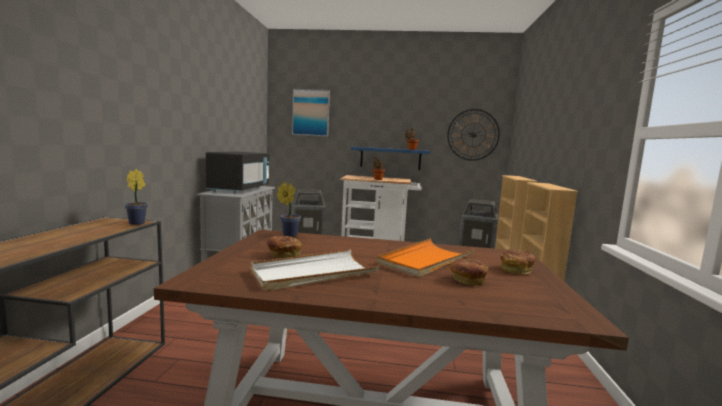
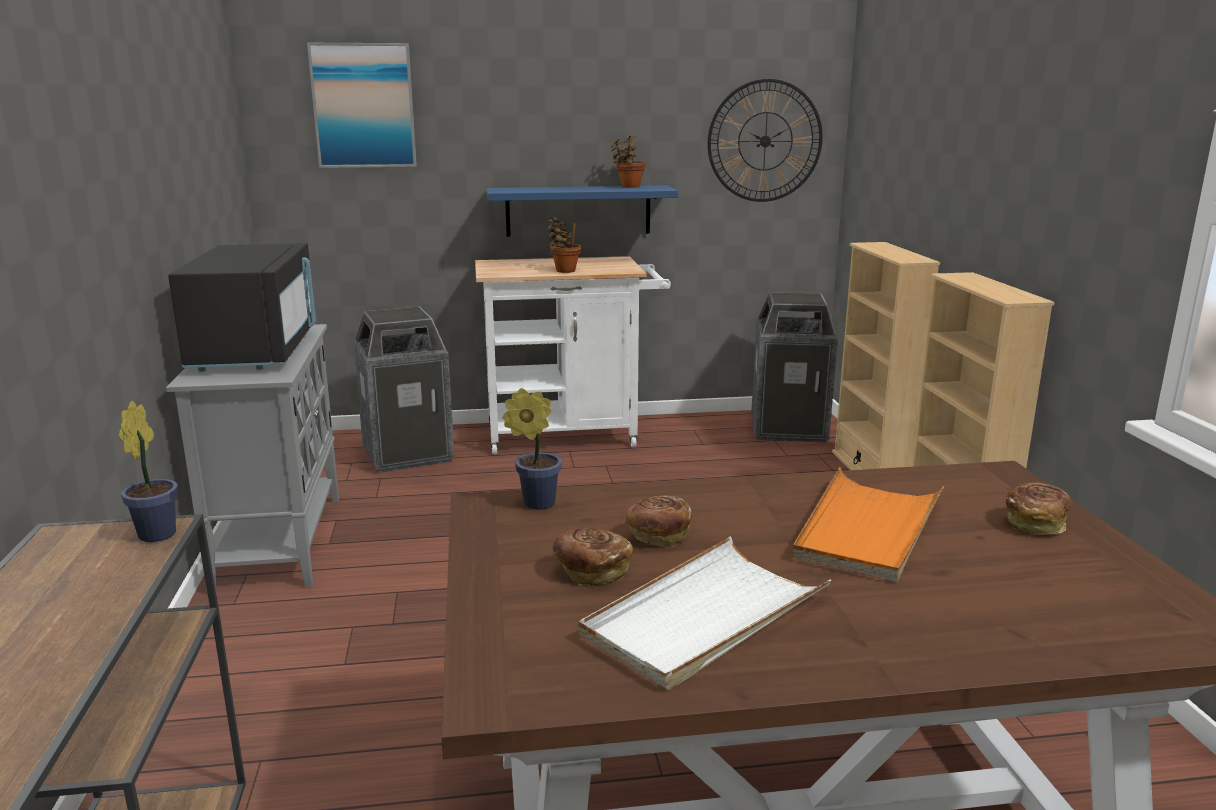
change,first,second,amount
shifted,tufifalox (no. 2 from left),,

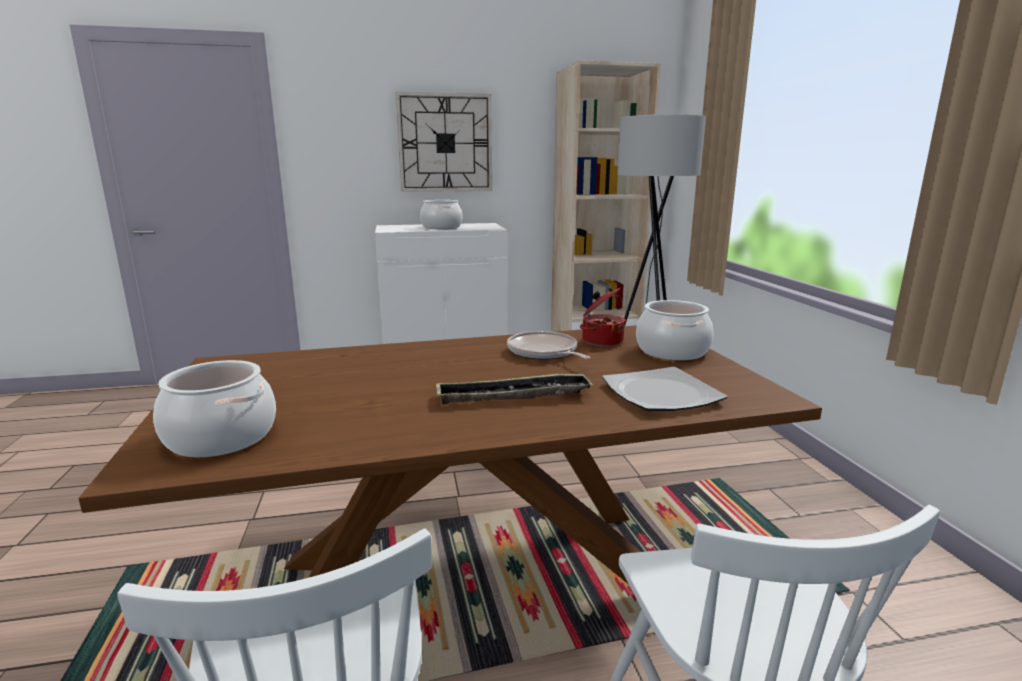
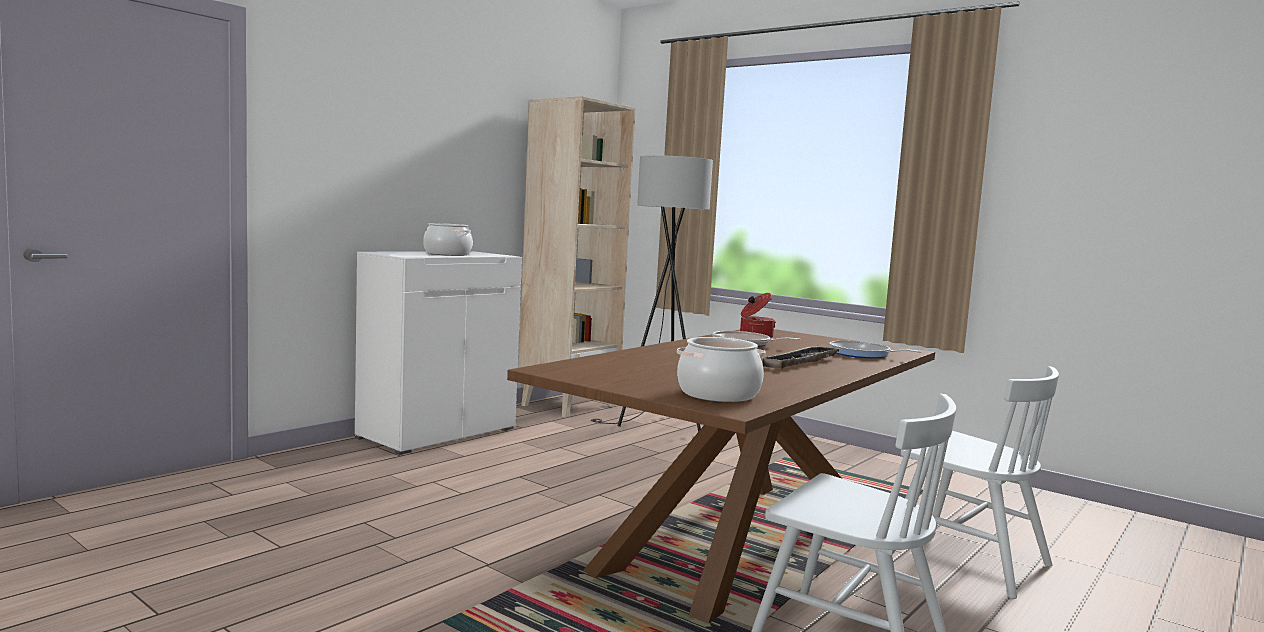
change,first,second,amount
gone,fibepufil,,
gone,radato (no. 4 from left),,
swapped,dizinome,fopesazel (no. 2 from left),

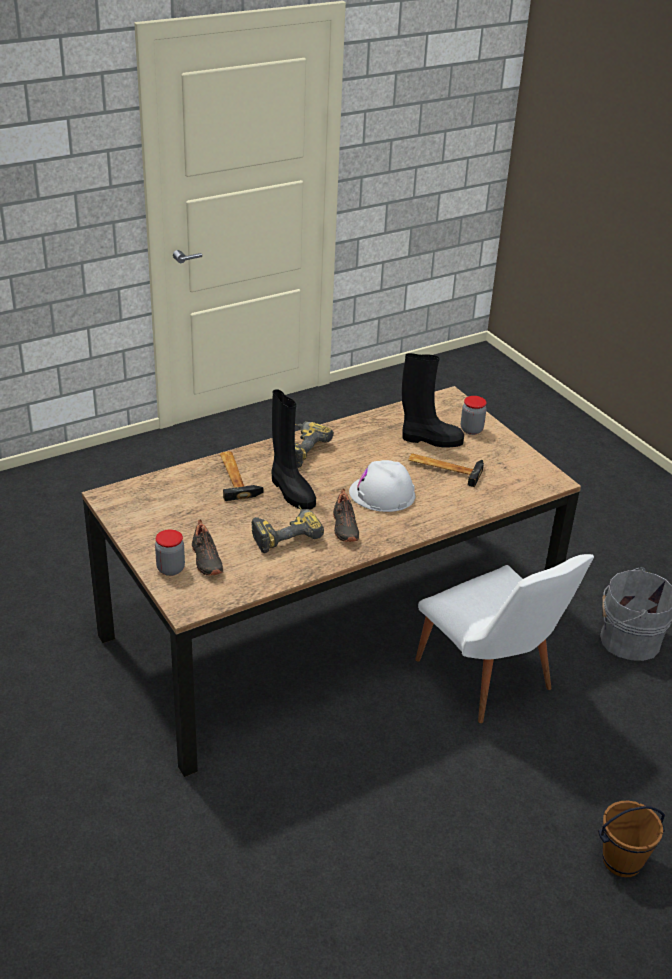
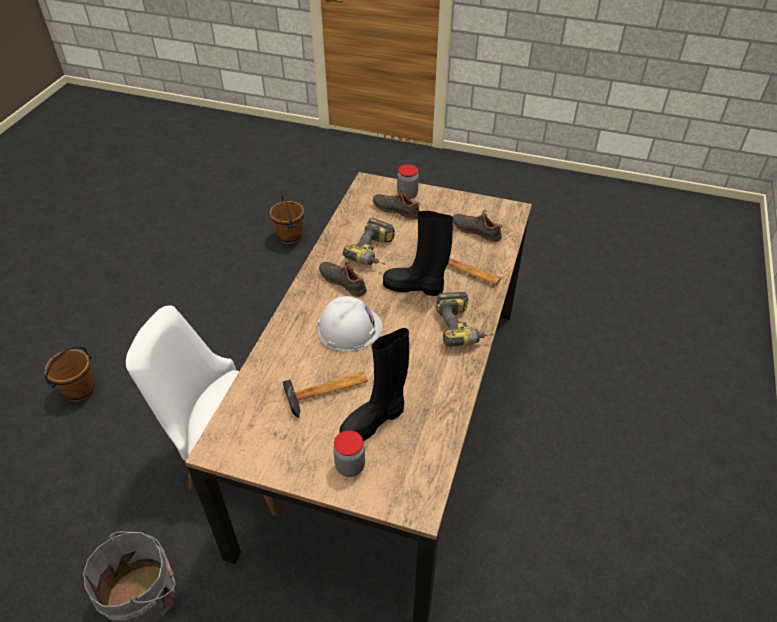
change,first,second,amount
new,,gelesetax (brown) (no. 2 from left),
new,,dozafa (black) (no. 3 from left),

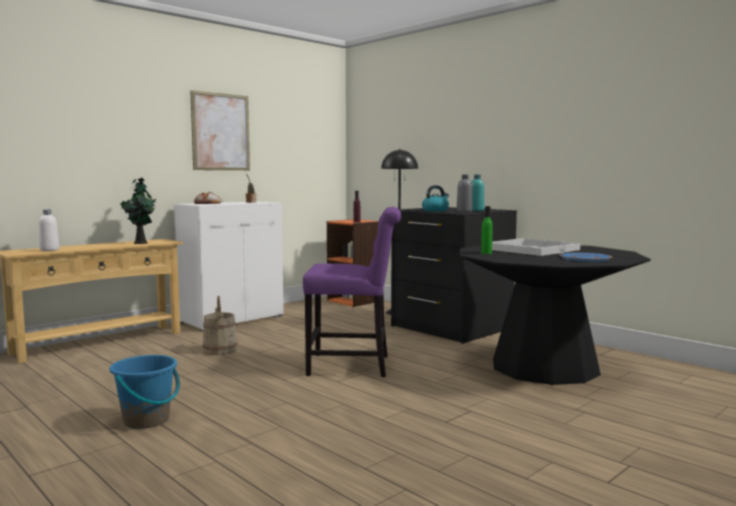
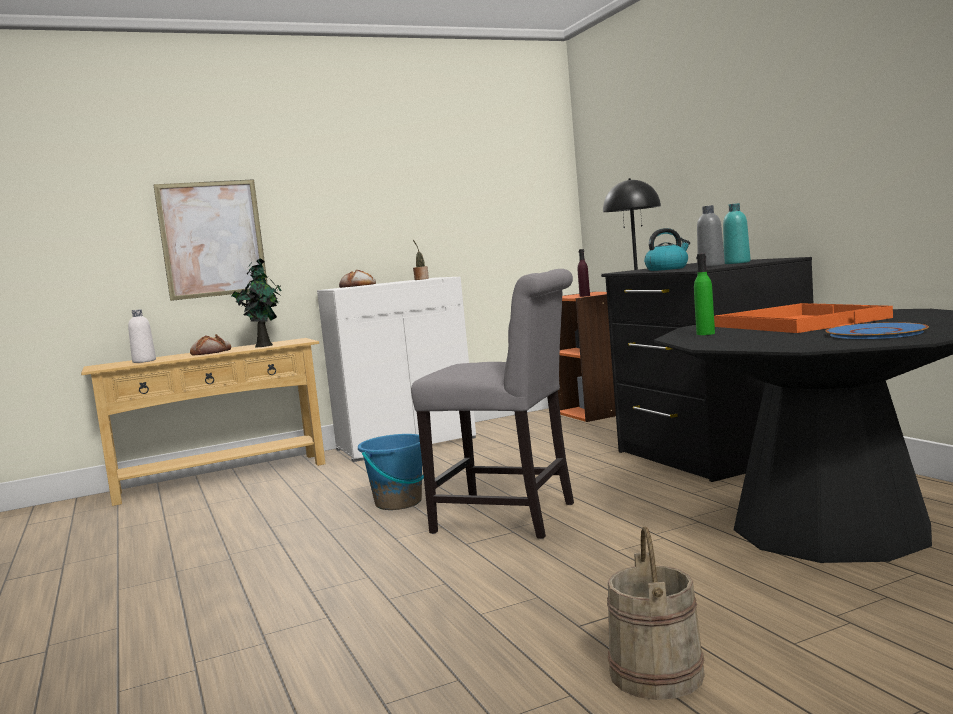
change,first,second,amount
new,,tufifalox (no. 1 from left),
shifted,gelesetax (blue),,
shifted,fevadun,,
shifted,gelesetax (beige),,
repainted,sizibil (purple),sizibil (grey),
repainted,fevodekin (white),fevodekin (orange),

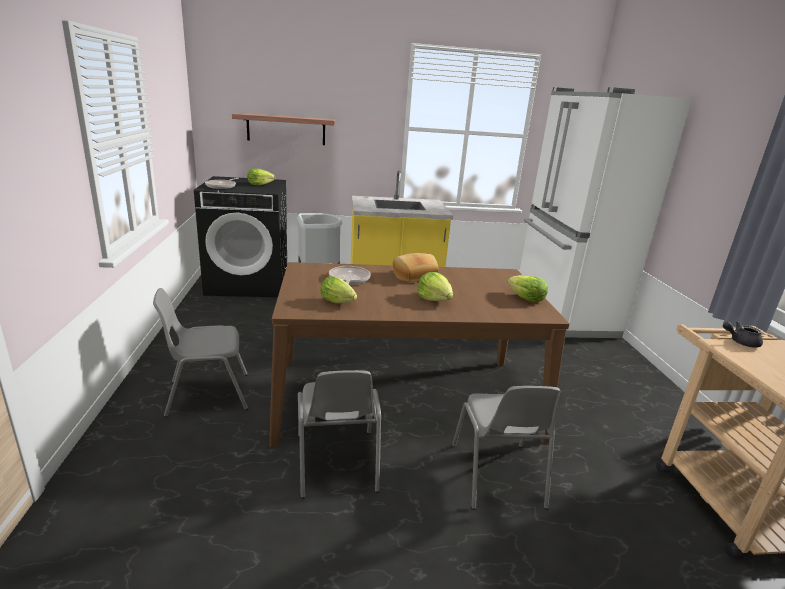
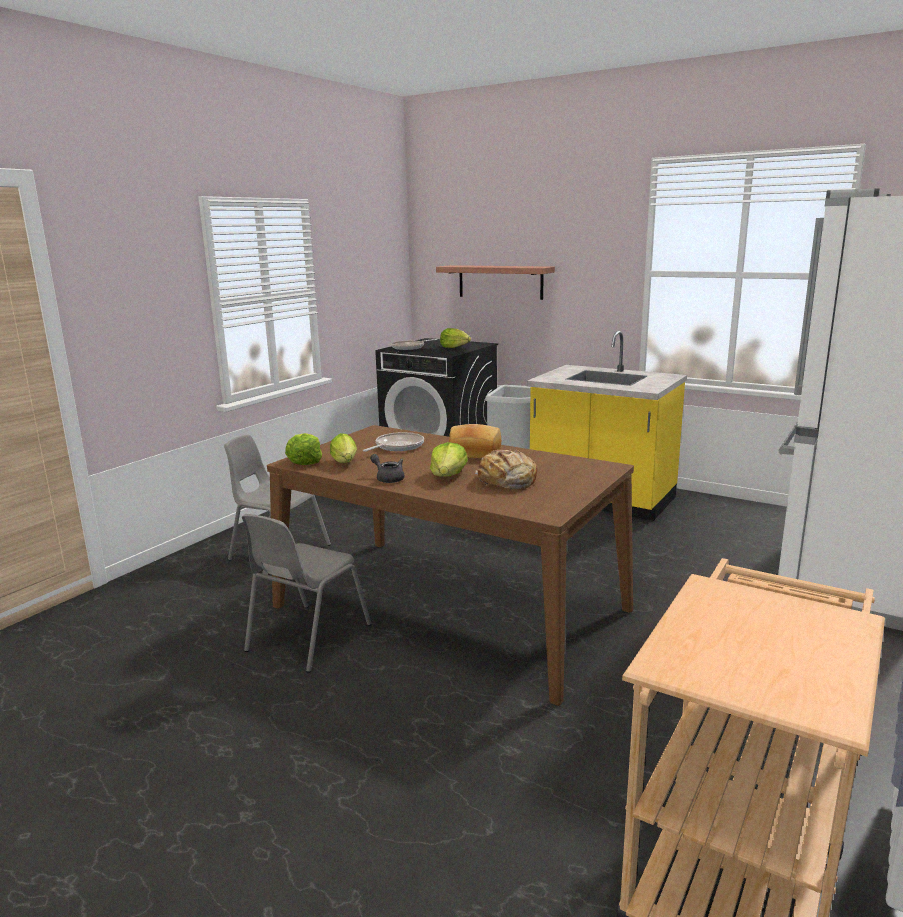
change,first,second,amount
gone,sizibil (grey) (no. 3 from left),,
new,,tufifalox (no. 2 from left),
shifted,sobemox (no. 4 from left in the first image),sobemox (no. 1 from left),
shifted,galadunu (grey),,

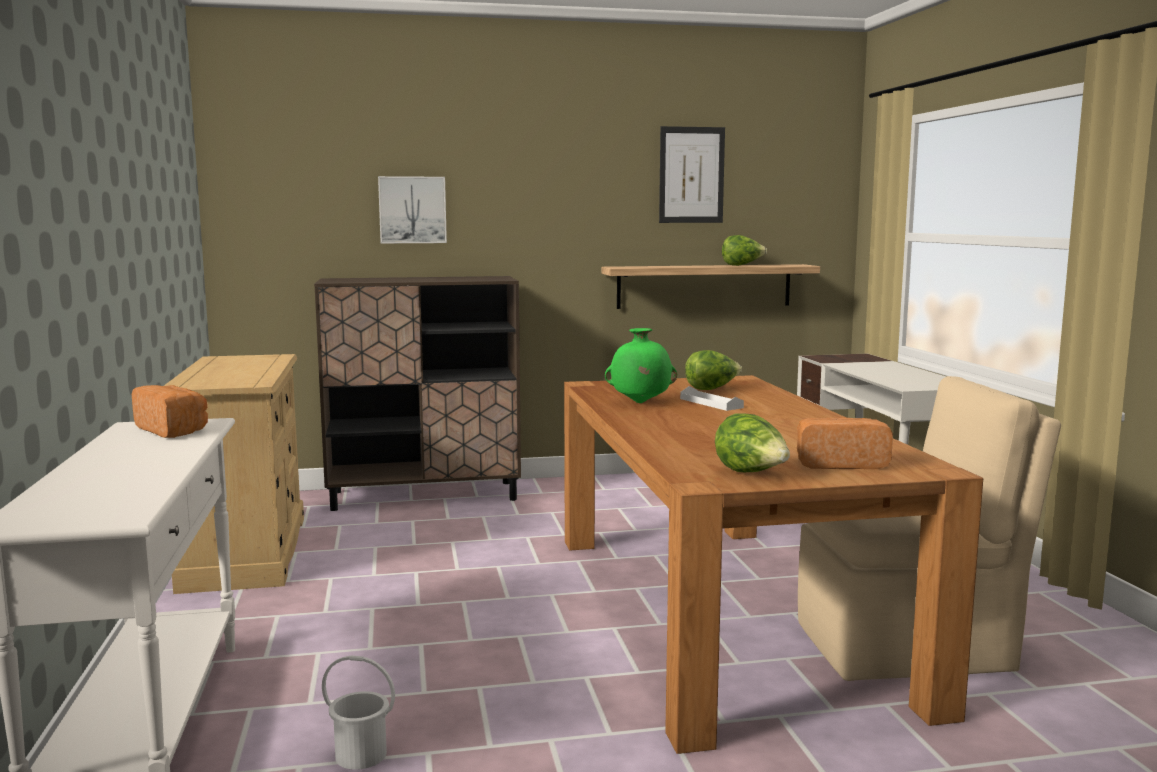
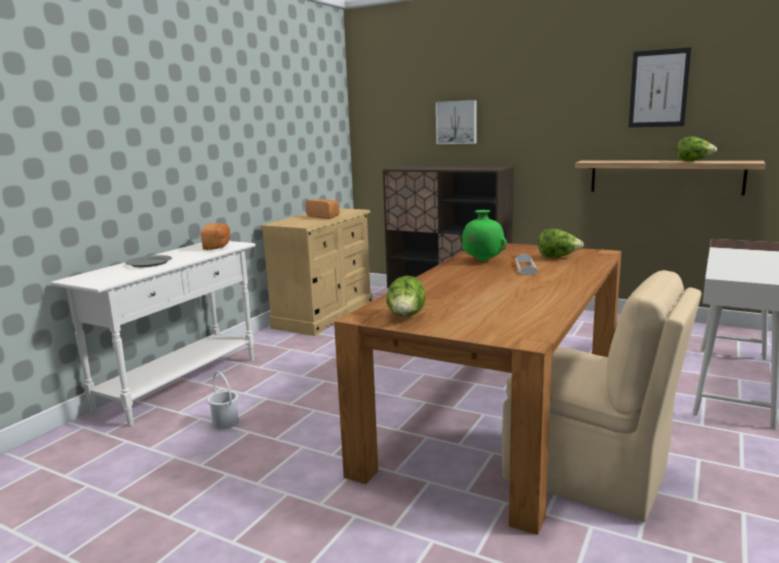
change,first,second,amount
new,,dizinome (grey),
shifted,tufifalox (no. 2 from left),,

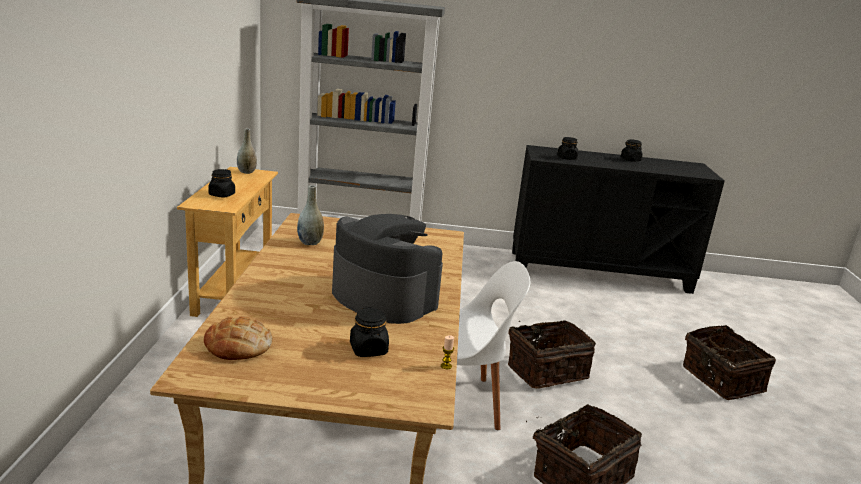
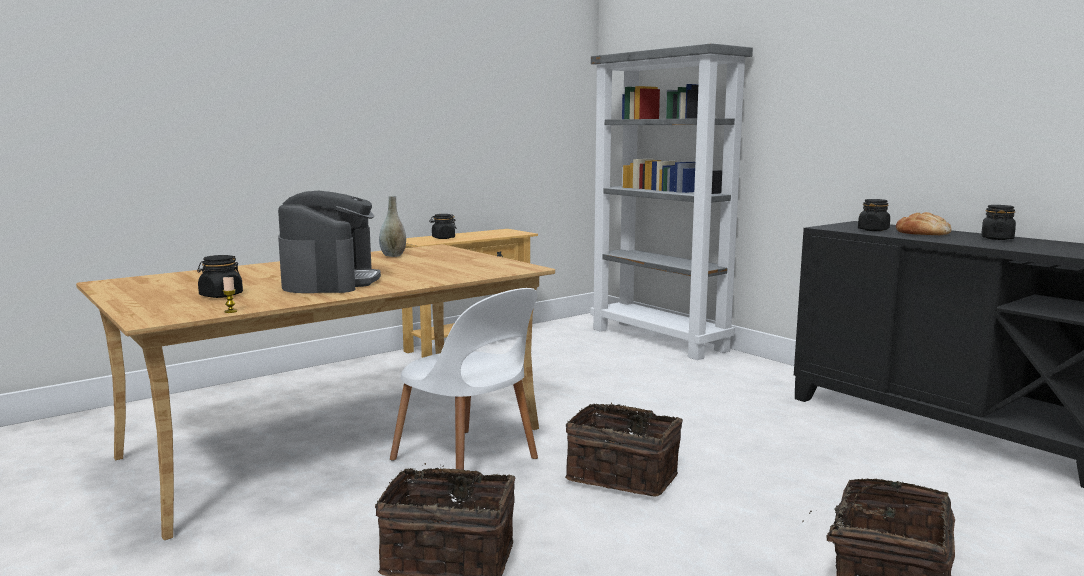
change,first,second,amount
gone,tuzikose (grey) (no. 1 from left),,
shifted,tufifalox,,

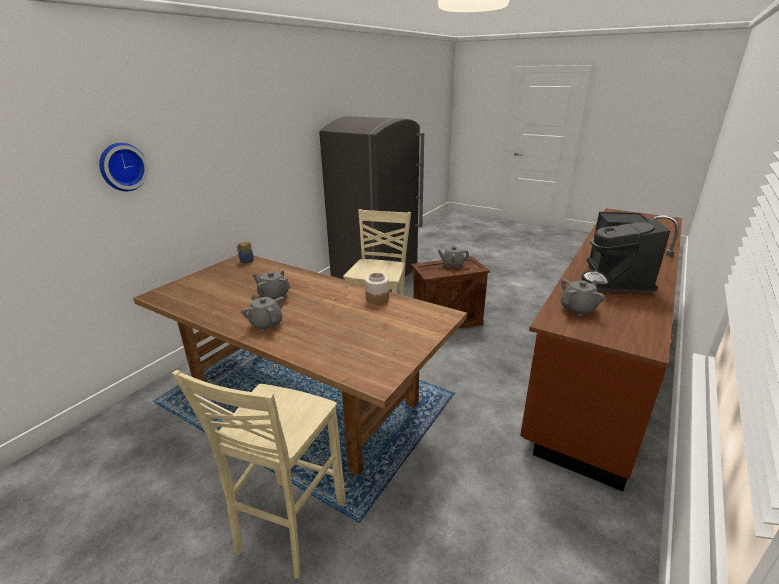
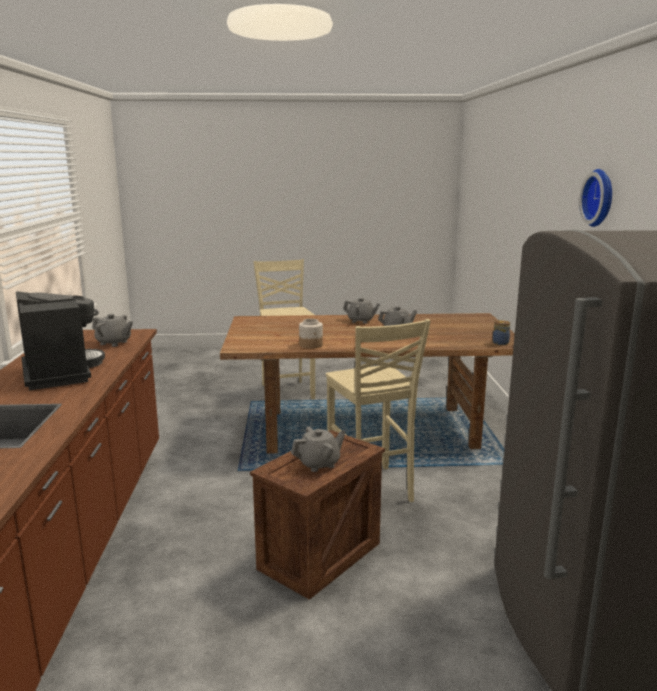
change,first,second,amount
shifted,fibepufil,,
rotated,galadunu (grey) (no. 4 from left in the first image),galadunu (grey) (no. 1 from left),90 degrees counterclockwise

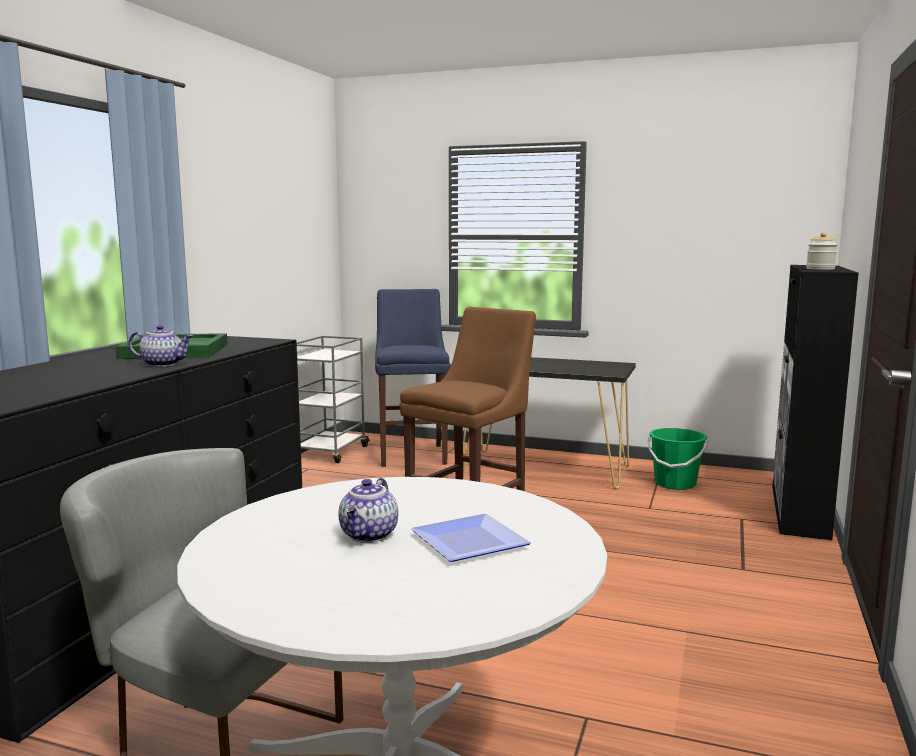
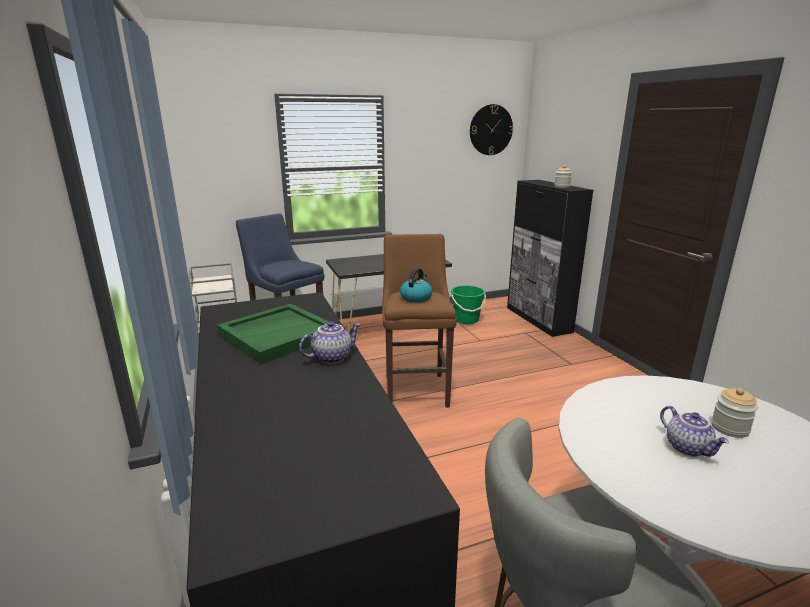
change,first,second,amount
new,,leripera,
new,,fibepufil,
swapped,dizinome,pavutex (no. 2 from left),

